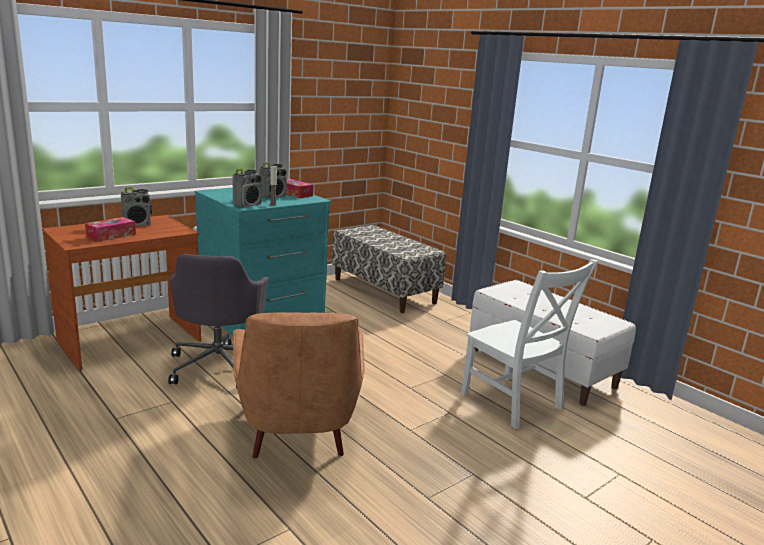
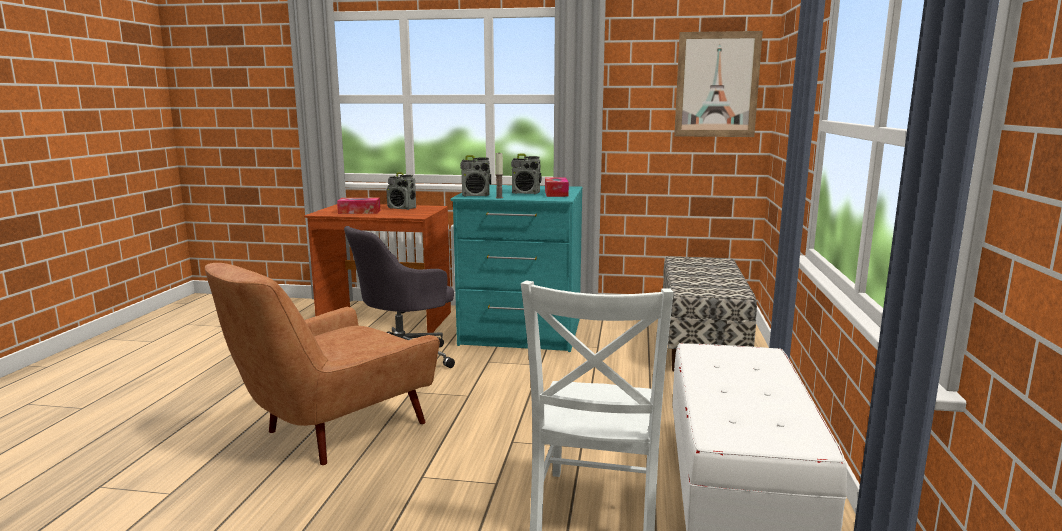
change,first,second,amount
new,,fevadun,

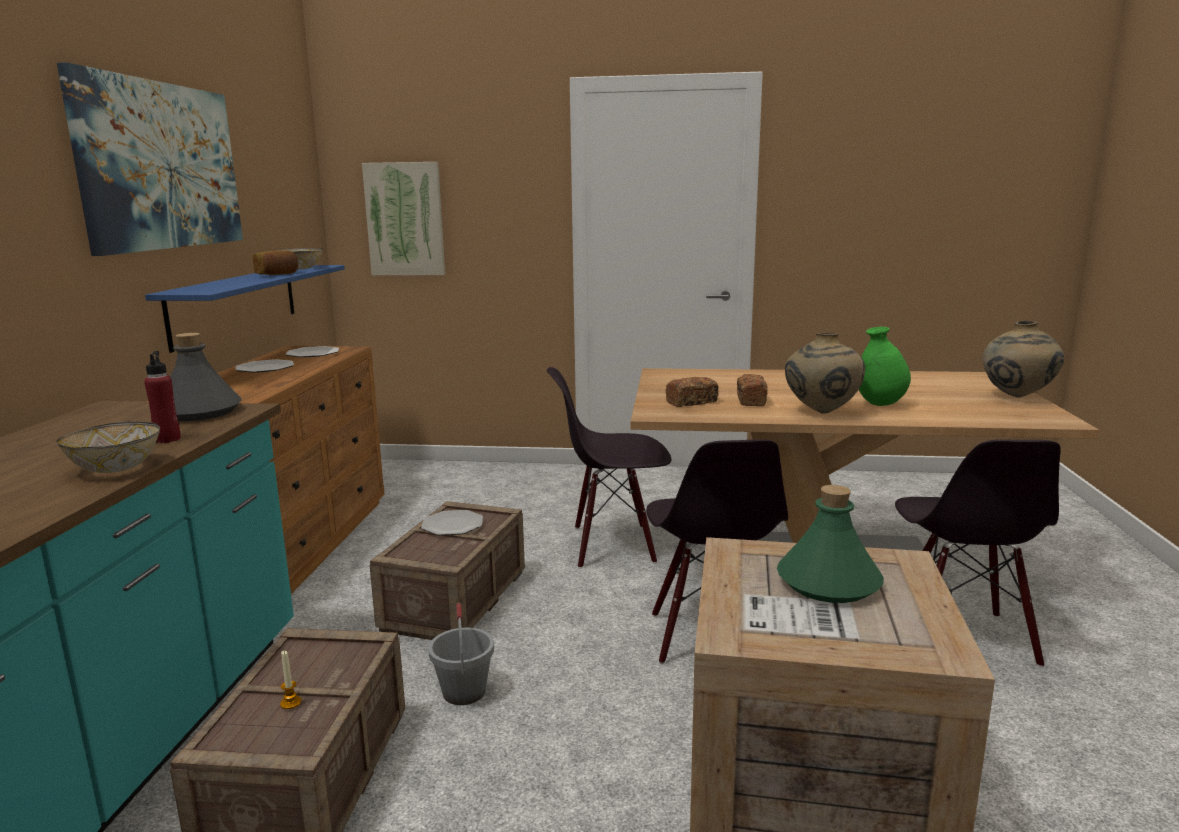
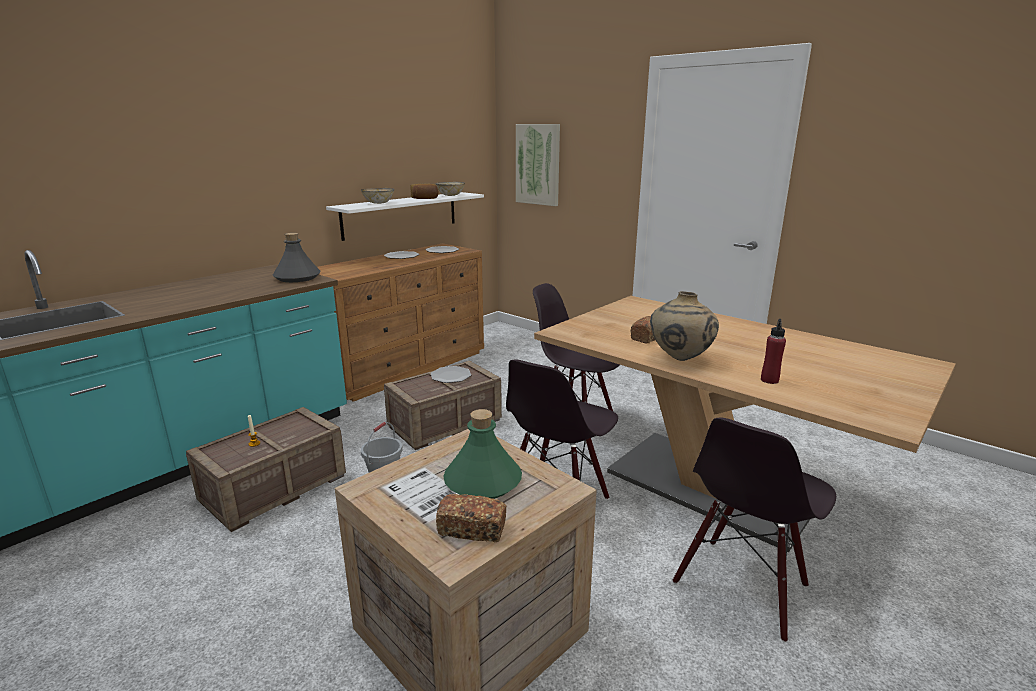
change,first,second,amount
gone,fevadun (no. 1 from left),,
gone,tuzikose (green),,
gone,tuzikose (beige) (no. 2 from left),,
shifted,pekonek (no. 1 from left),,
shifted,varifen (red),,
shifted,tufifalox (no. 2 from left),,
repainted,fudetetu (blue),fudetetu (white),

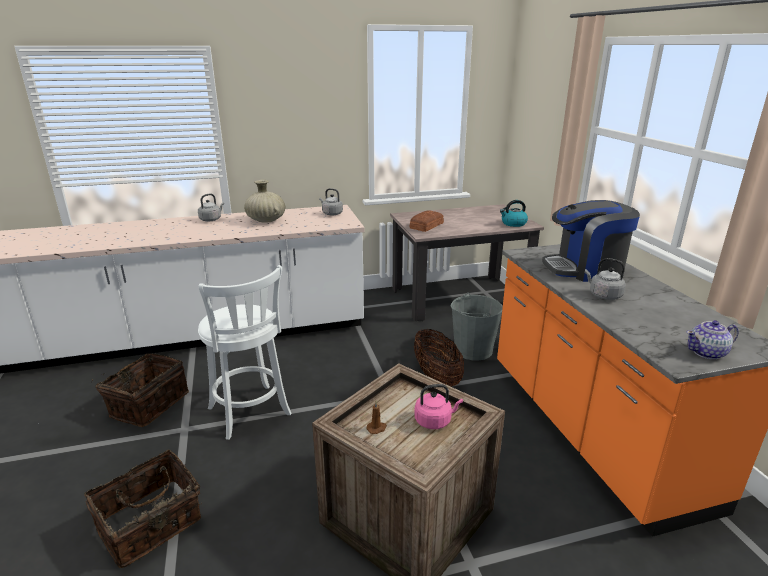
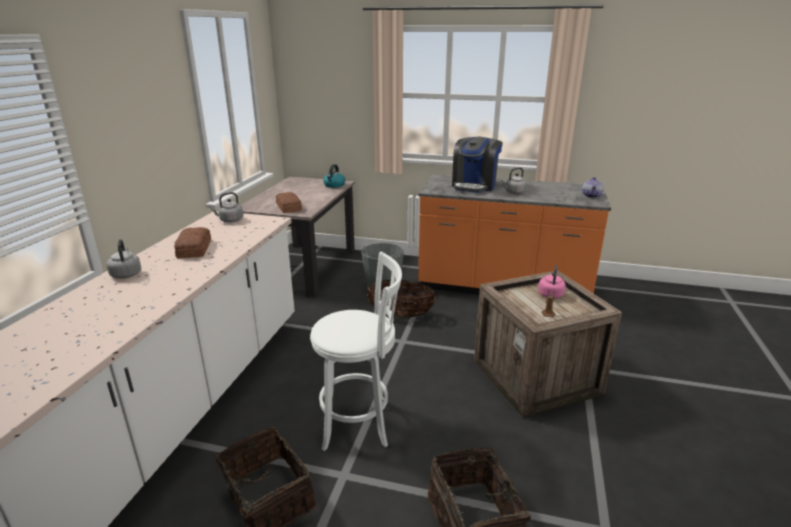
change,first,second,amount
swapped,tuzikose (beige),tufifalox (no. 1 from left),

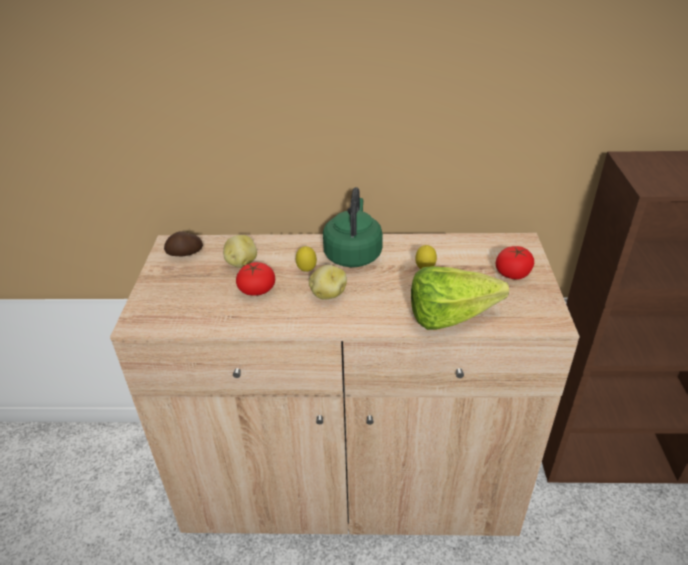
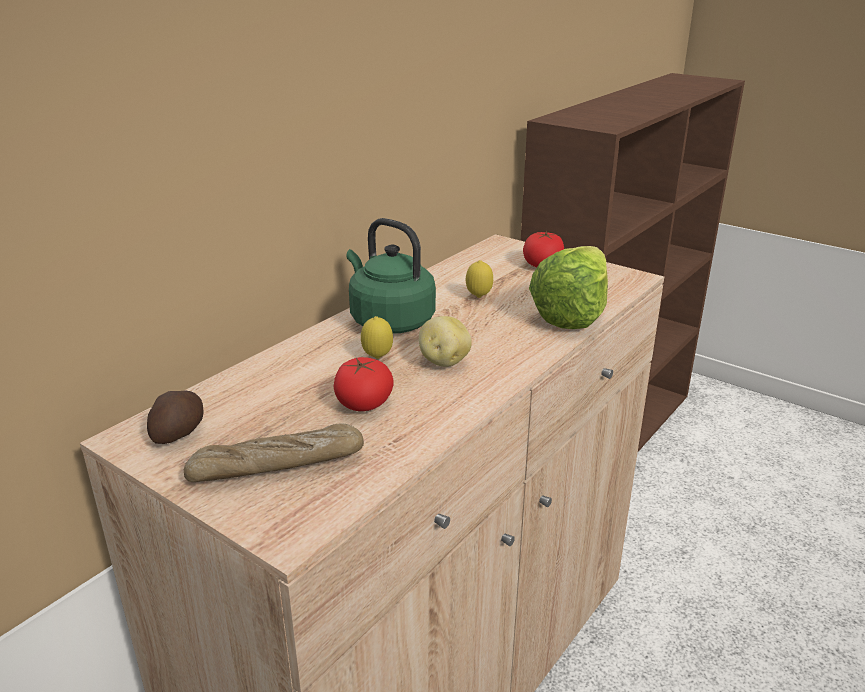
change,first,second,amount
gone,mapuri (no. 2 from left),,
new,,tufifalox,

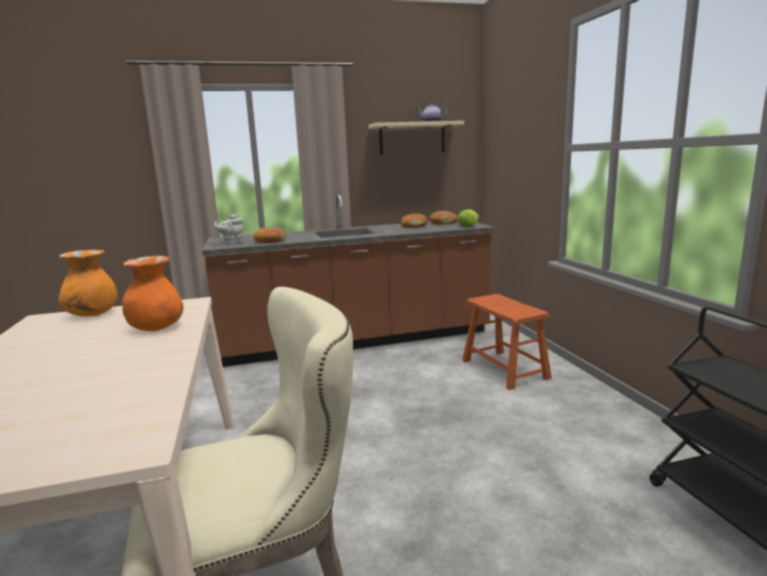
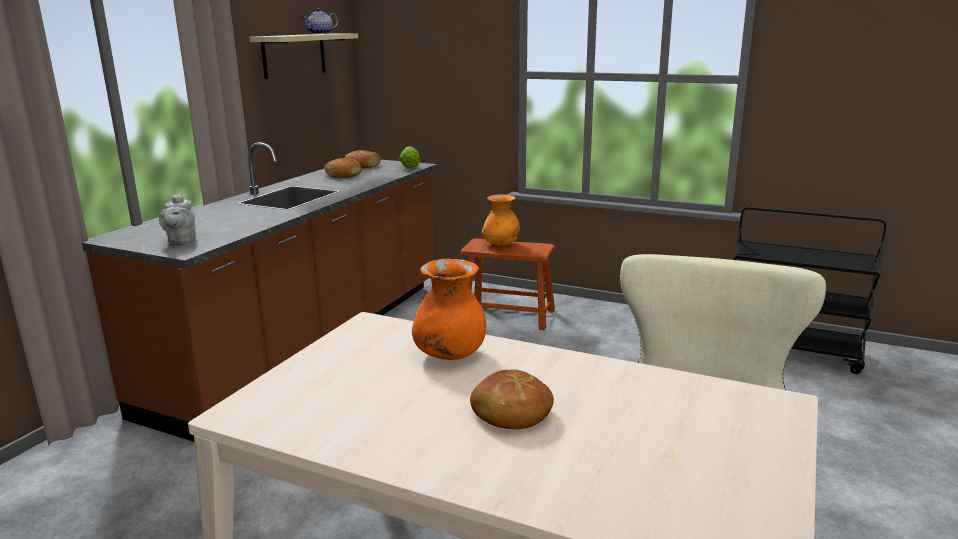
change,first,second,amount
shifted,tuzikose (orange) (no. 1 from left in the first image),tuzikose (orange) (no. 2 from left),
shifted,tufifalox (no. 1 from left in the first image),tufifalox (no. 3 from left),

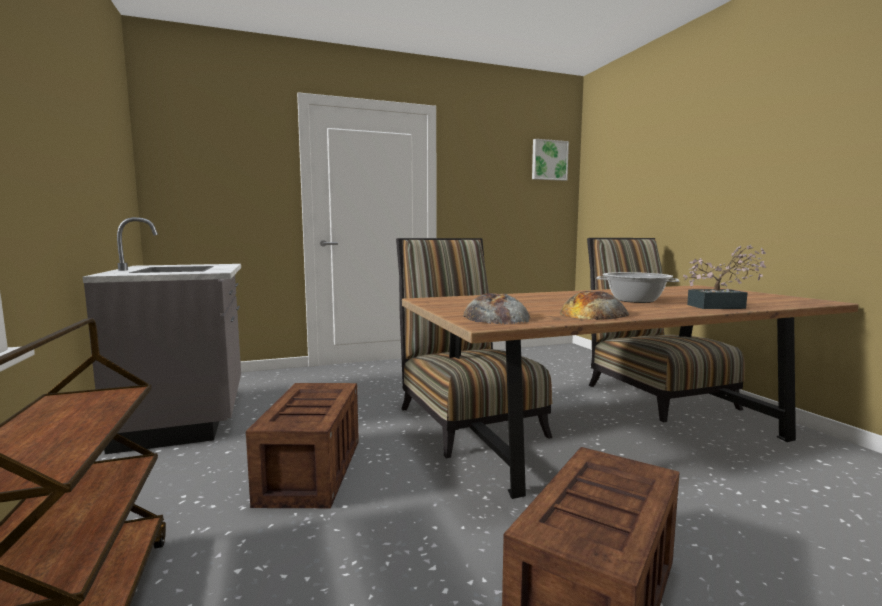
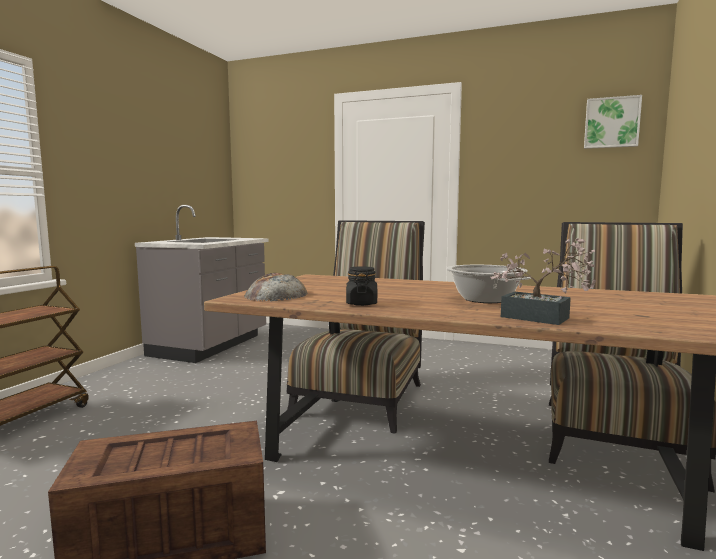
change,first,second,amount
gone,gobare (no. 1 from left),,
swapped,tufifalox (no. 2 from left),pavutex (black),

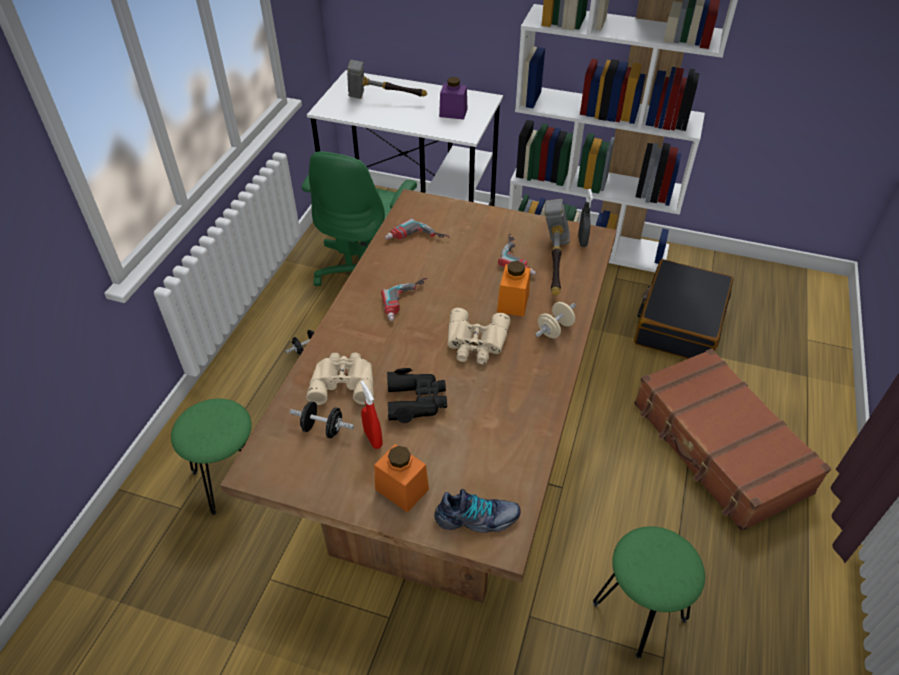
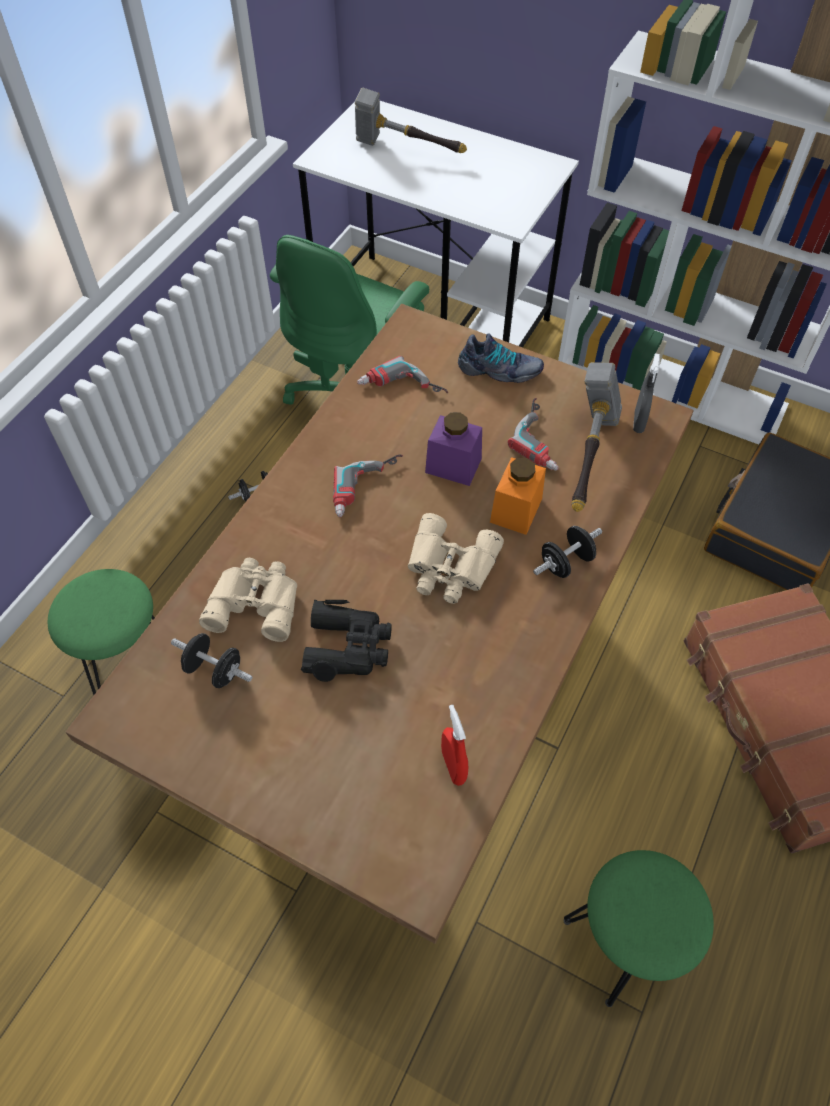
change,first,second,amount
gone,pavutex (orange) (no. 1 from left),,
shifted,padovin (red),,
shifted,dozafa,,
shifted,pavutex (purple),,
repainted,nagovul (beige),nagovul (black) (no. 3 from left),

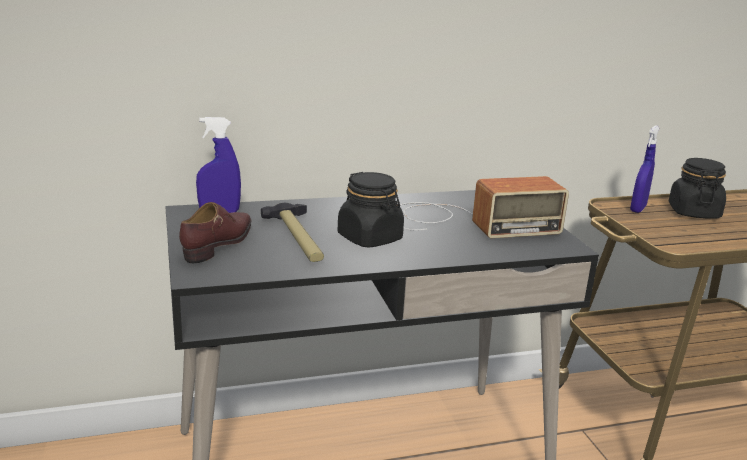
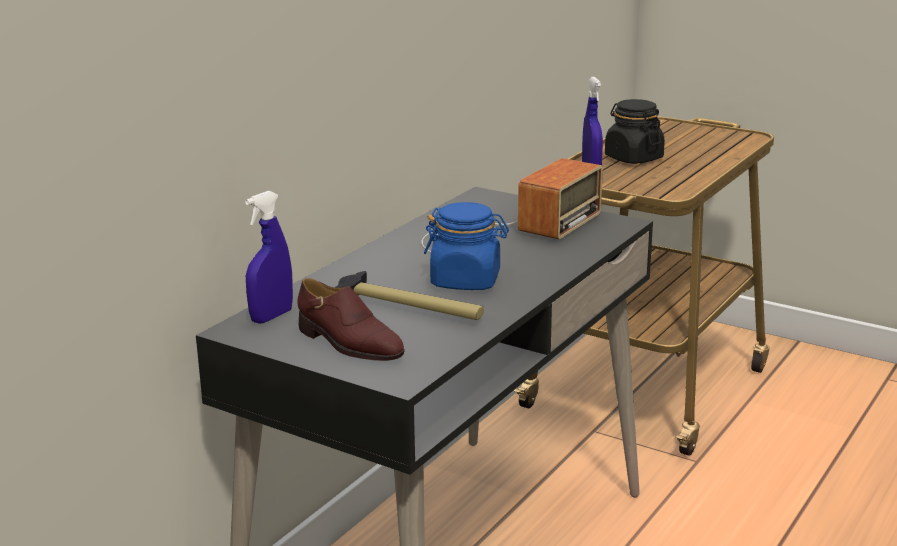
change,first,second,amount
repainted,pavutex (black) (no. 1 from left),pavutex (blue),
rotated,dozafa (brown),,150 degrees clockwise

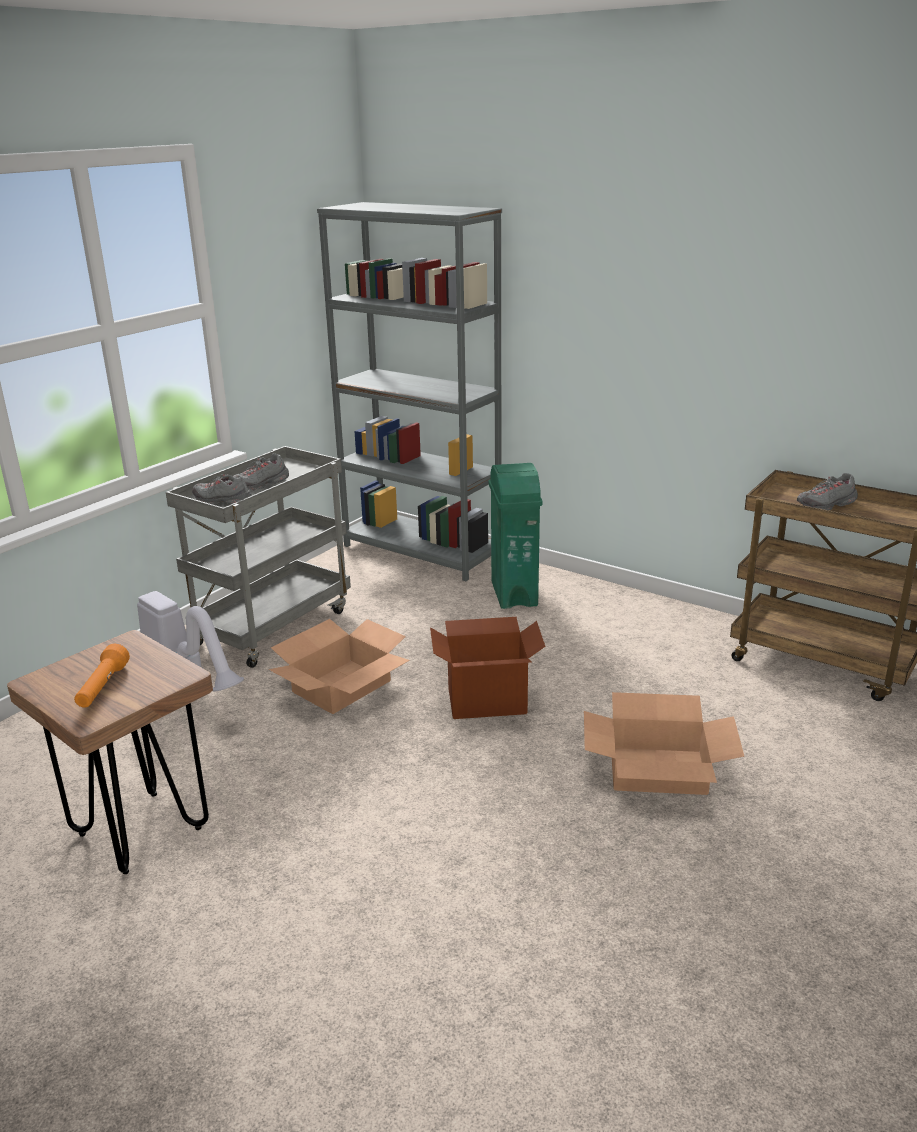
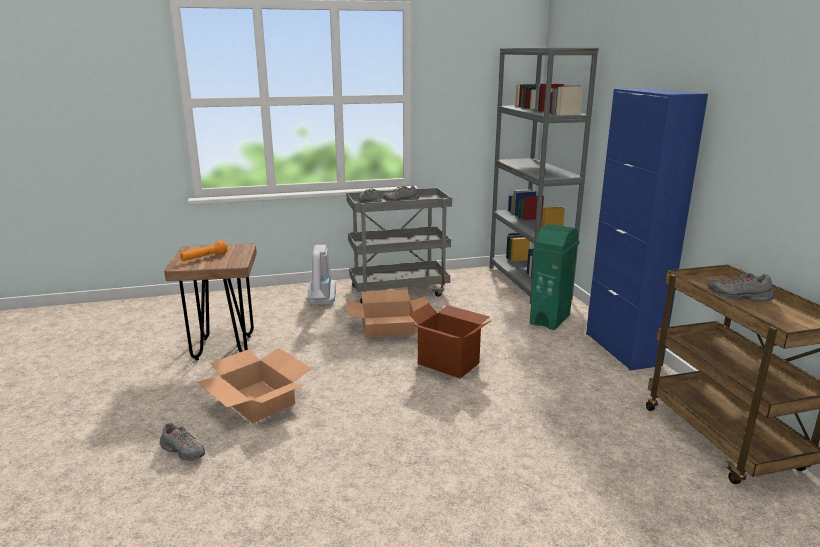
change,first,second,amount
new,,dozafa (grey) (no. 1 from left),
new,,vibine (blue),
shifted,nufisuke (no. 3 from left in the first image),nufisuke (no. 1 from left),

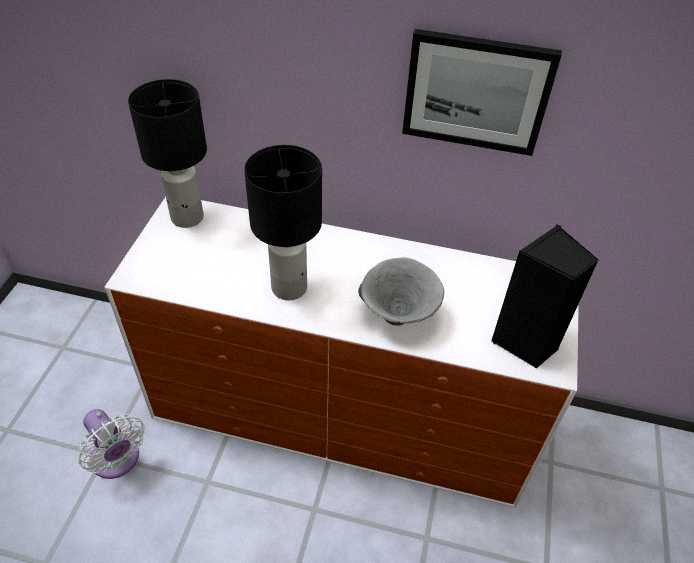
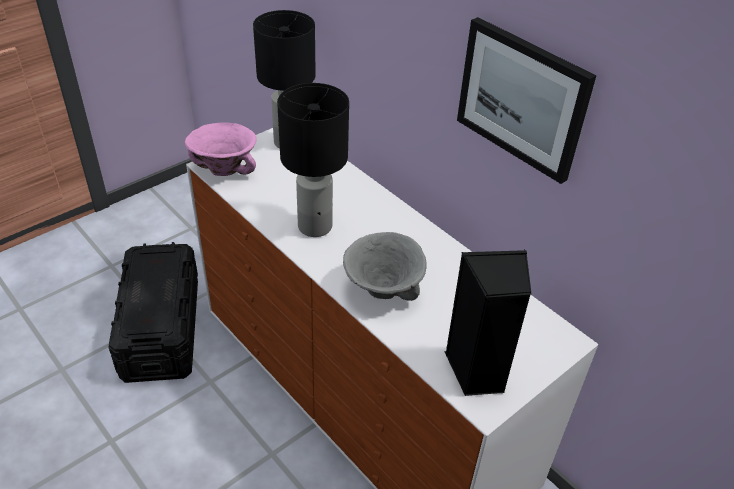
change,first,second,amount
new,,pekonek (pink),
swapped,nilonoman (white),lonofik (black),

